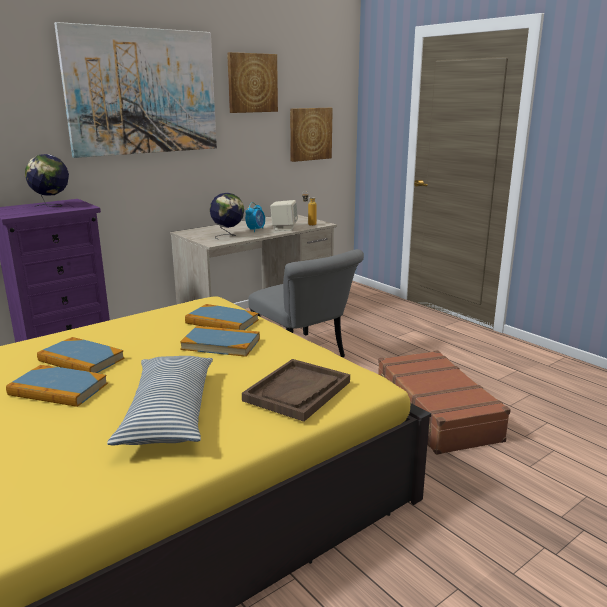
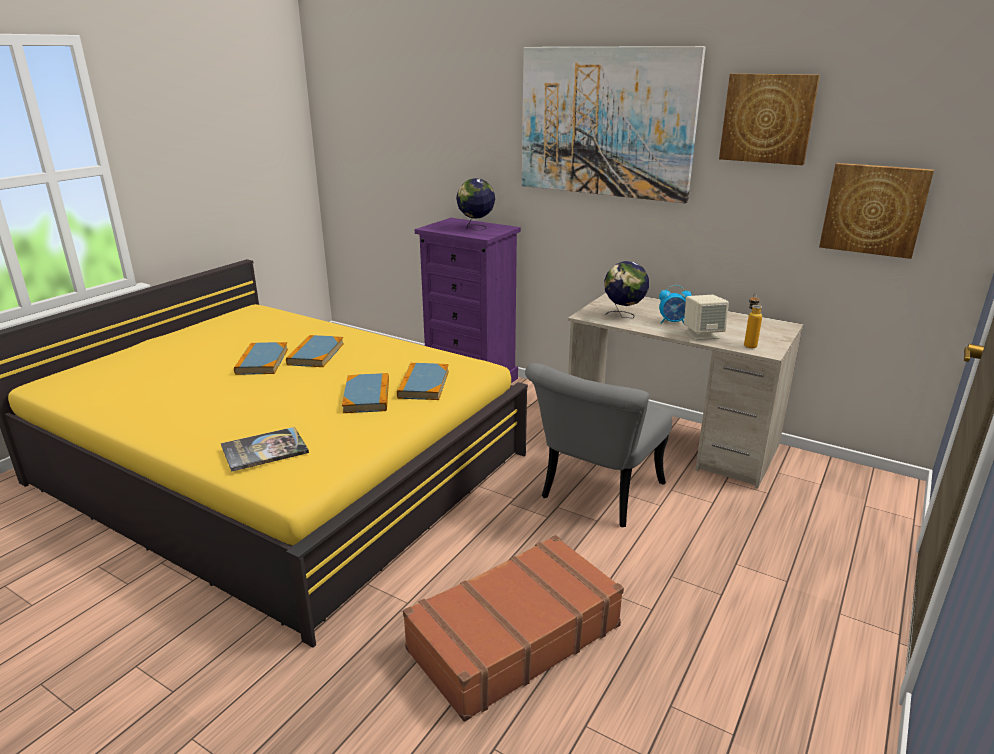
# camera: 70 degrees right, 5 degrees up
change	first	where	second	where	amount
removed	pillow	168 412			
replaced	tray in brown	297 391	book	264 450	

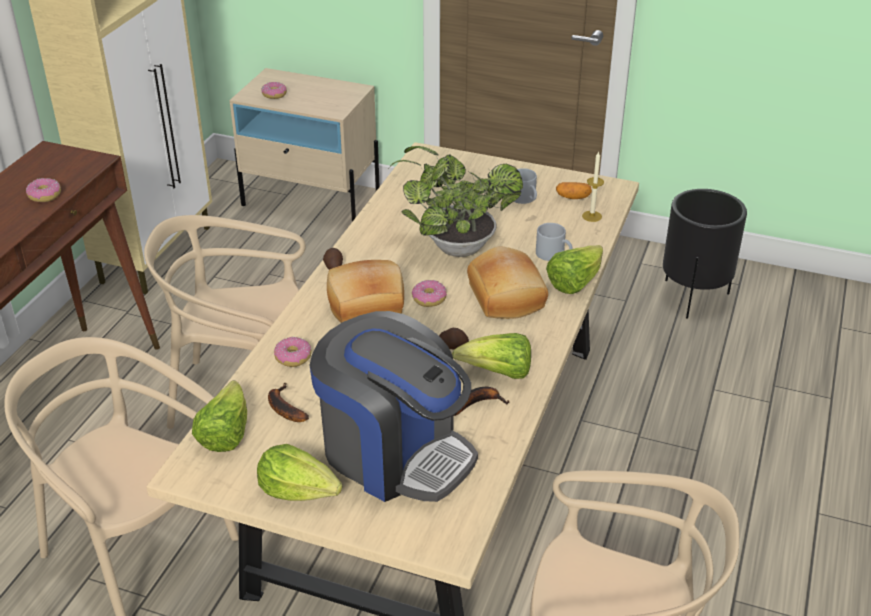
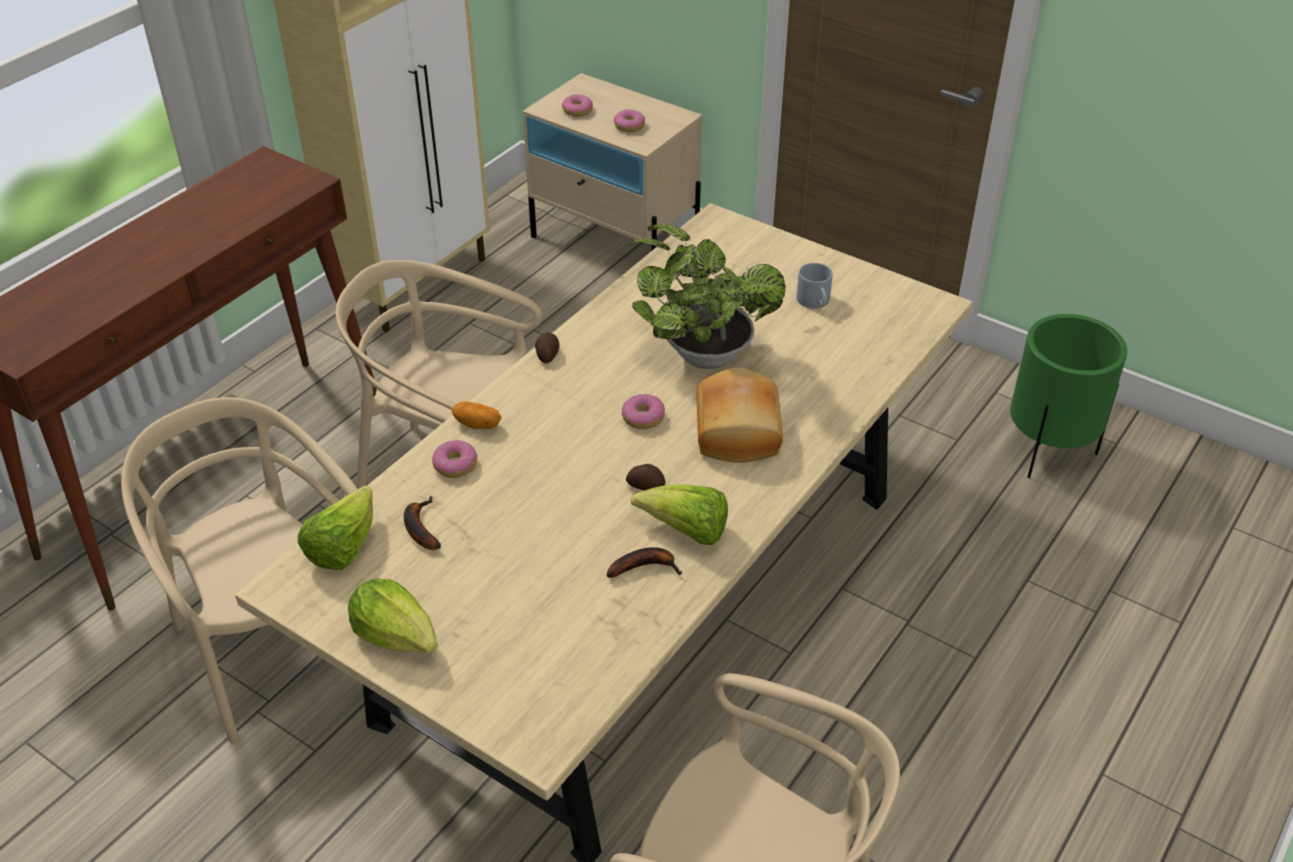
# camera: 15 degrees right, 5 degrees up
change	first	where	second	where	amount
moved	donut	44 195		629 126	
removed	coffee machine	395 453			
removed	bread	366 305			
removed	mug in grey	554 254			
removed	lettuce	574 283			
moved	potato	573 197		477 424	
removed	candle	592 216			
recoloured	planter in black	693 297	planter in green	1048 451	

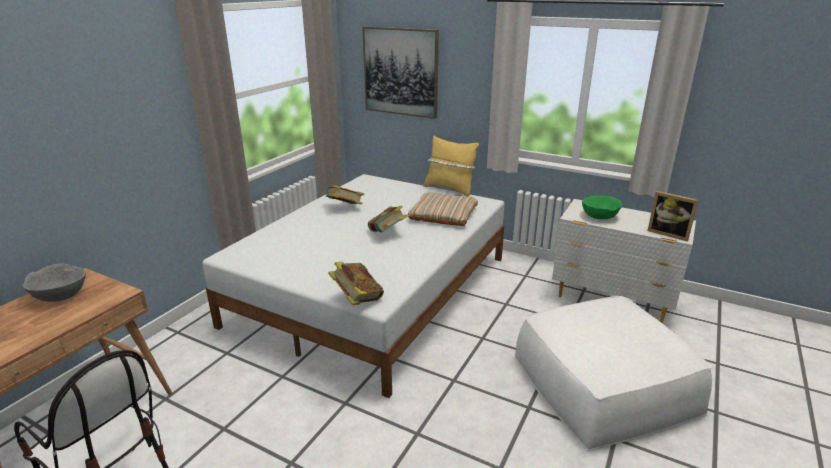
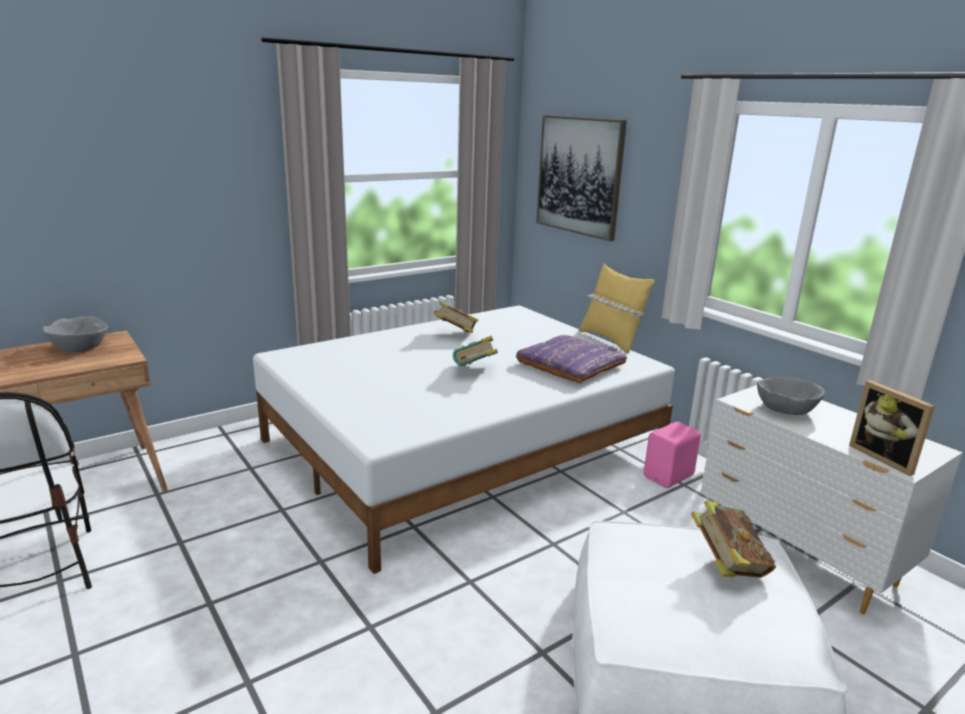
# camera: 25 degrees right, 5 degrees down
change	first	where	second	where	amount
moved	book	357 299		727 565	
recoloured	pillow in beige	443 214	pillow in purple	570 366	
recoloured	bowl in green	599 216	bowl in grey	785 409	
added			speaker in pink	670 476	

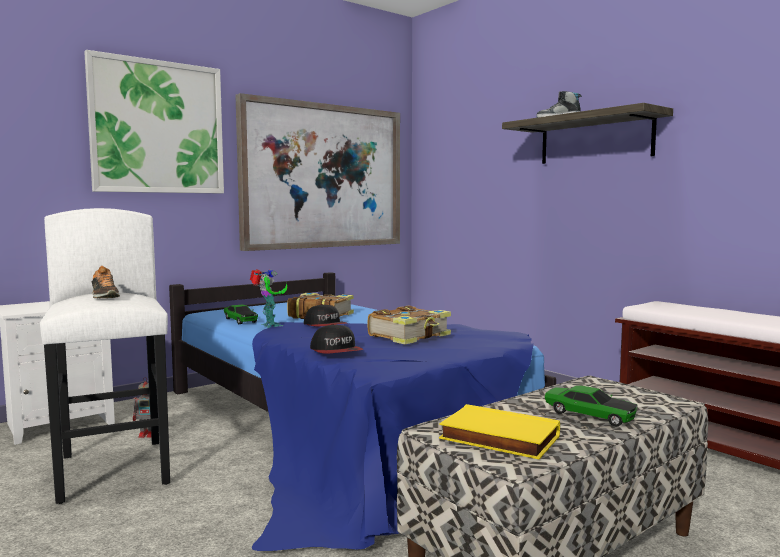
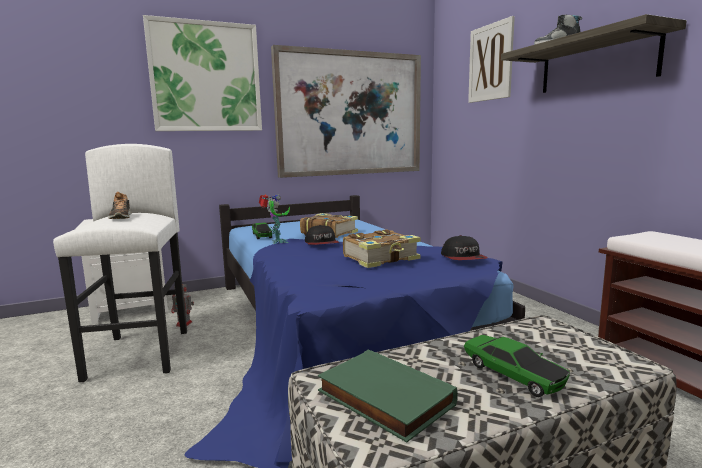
# camera: 15 degrees right, 5 degrees up
change	first	where	second	where	amount
moved	cap	336 351		463 258	
recoloured	book in yellow	497 438	book in green	382 399	
added			picture	490 62	

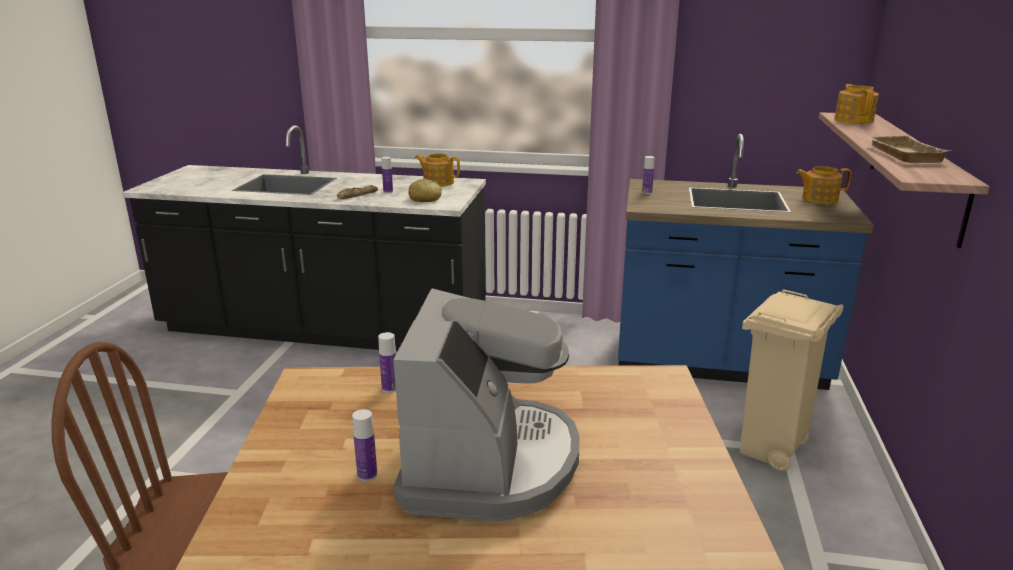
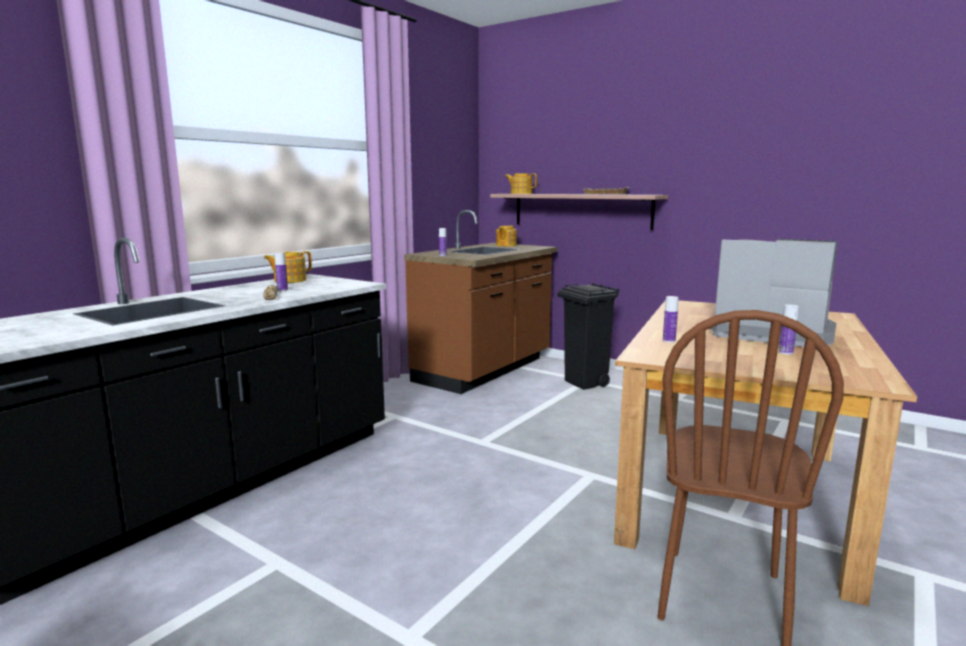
# camera: 65 degrees left, 10 degrees down
change	first	where	second	where	amount
removed	bread	425 199			
recoloured	counter in blue	718 364	counter in brown	485 370	
recoloured	trash can in beige	771 451	trash can in black	585 383	

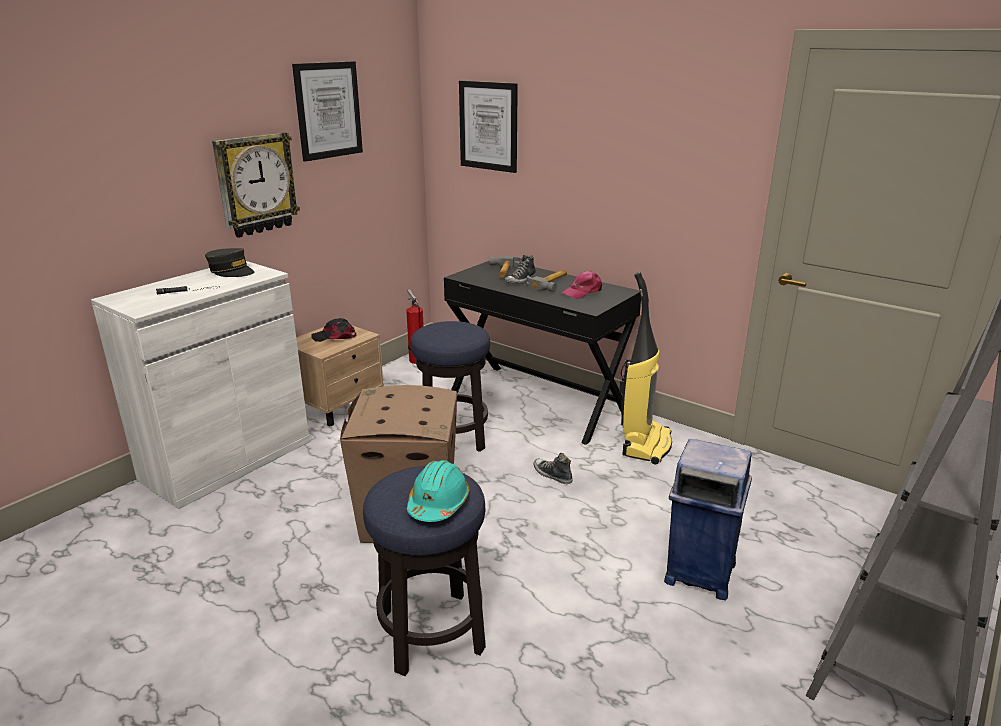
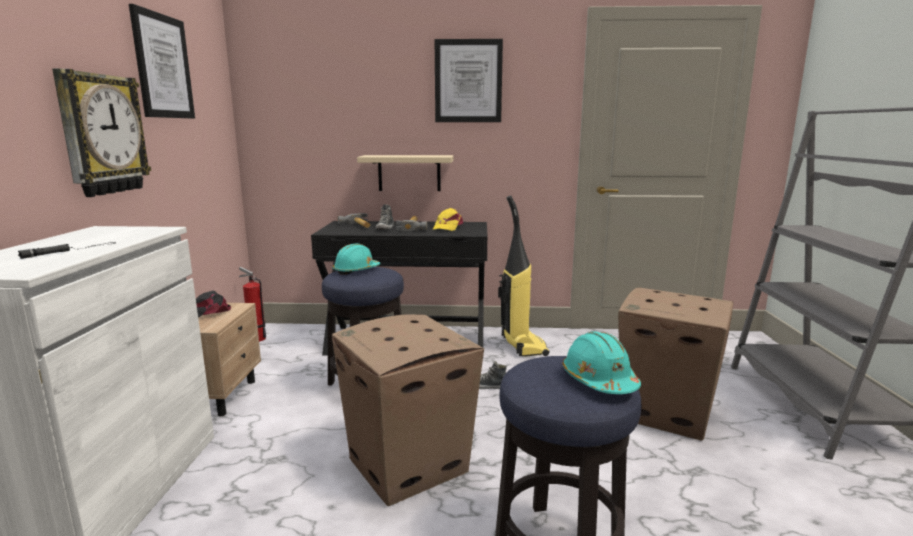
# camera: 35 degrees left, 10 degrees down
change	first	where	second	where	amount
removed	cap in grey	231 271			
moved	picture	488 126		468 81	
recoloured	cap in pink	582 292	cap in yellow	447 227	
replaced	trash can in blue	698 572	cardboard box	667 412	
added			hard hat in turquoise	356 270	
added			shelf in beige	409 173	

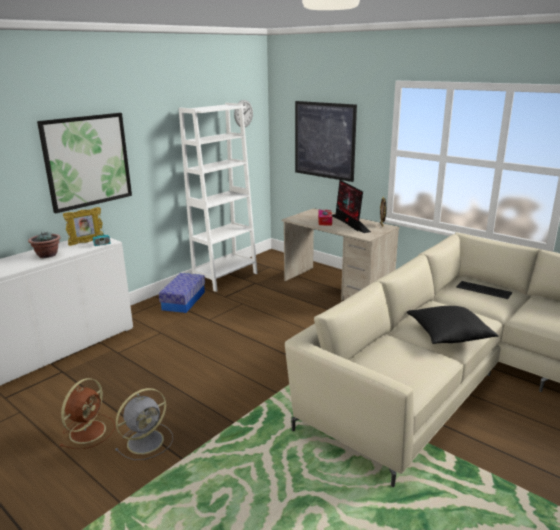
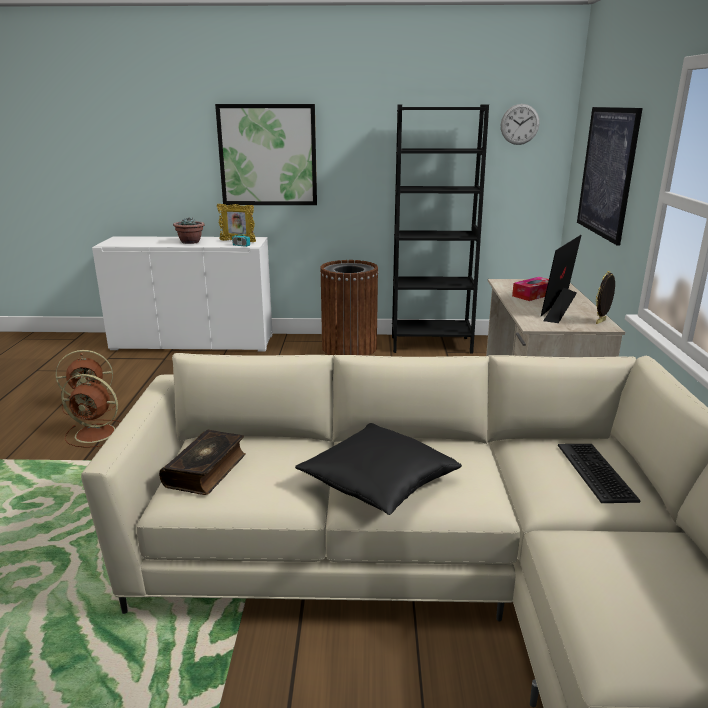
# camera: 50 degrees right, 0 degrees up
change	first	where	second	where	amount
recoloured	fan in grey	147 441	fan in brown	97 433	
replaced	storage box	183 301	trash can in brown	349 348	
recoloured	bookcase in white	225 278	bookcase in black	431 344	
added			book	207 470	

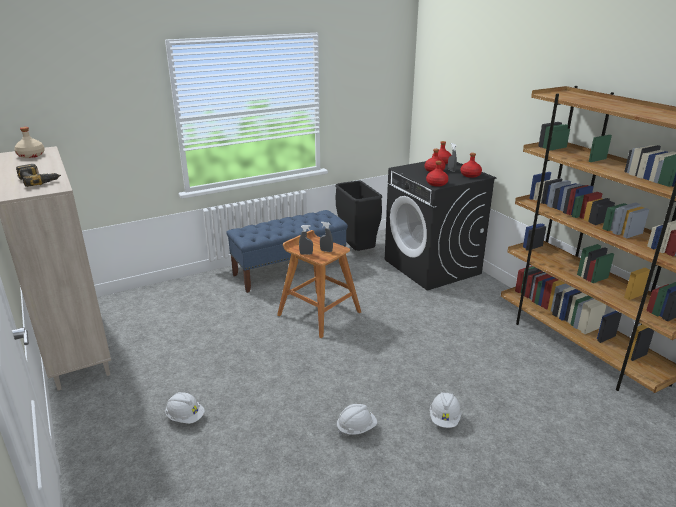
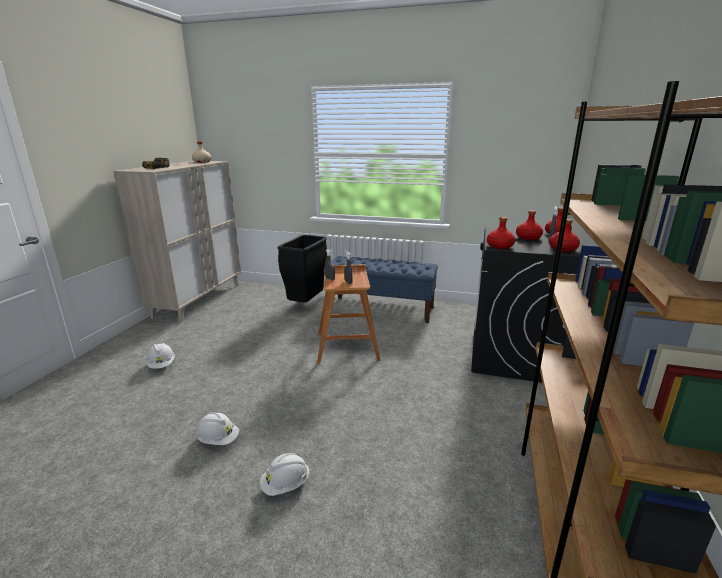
# camera: 45 degrees right, 5 degrees down
change	first	where	second	where	amount
moved	trash can in black	357 251		306 304	

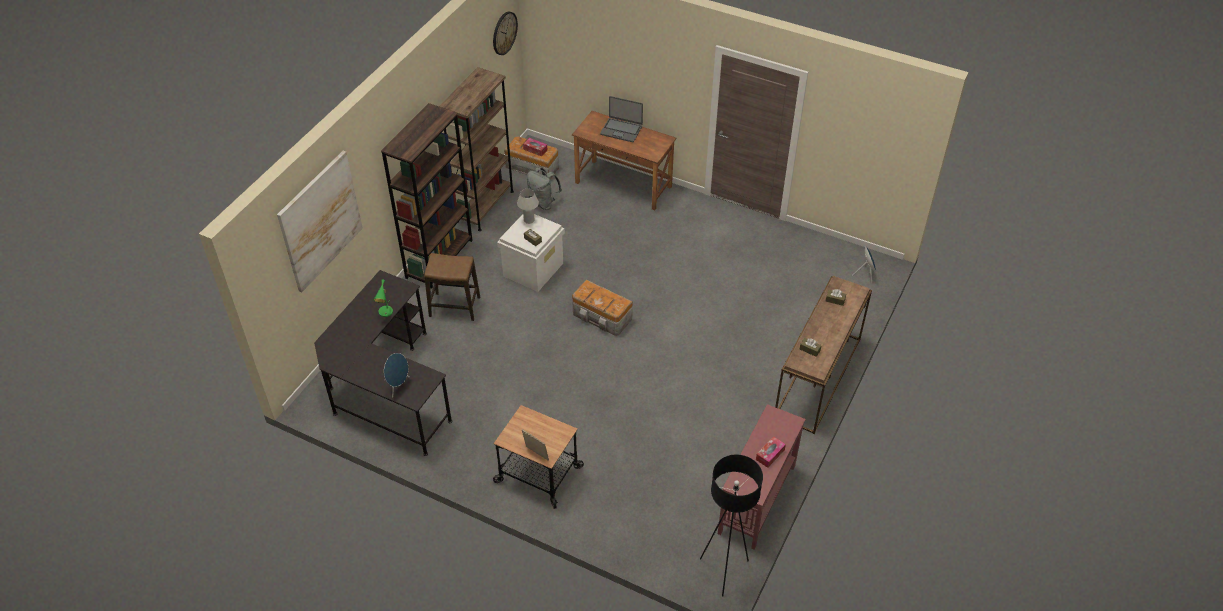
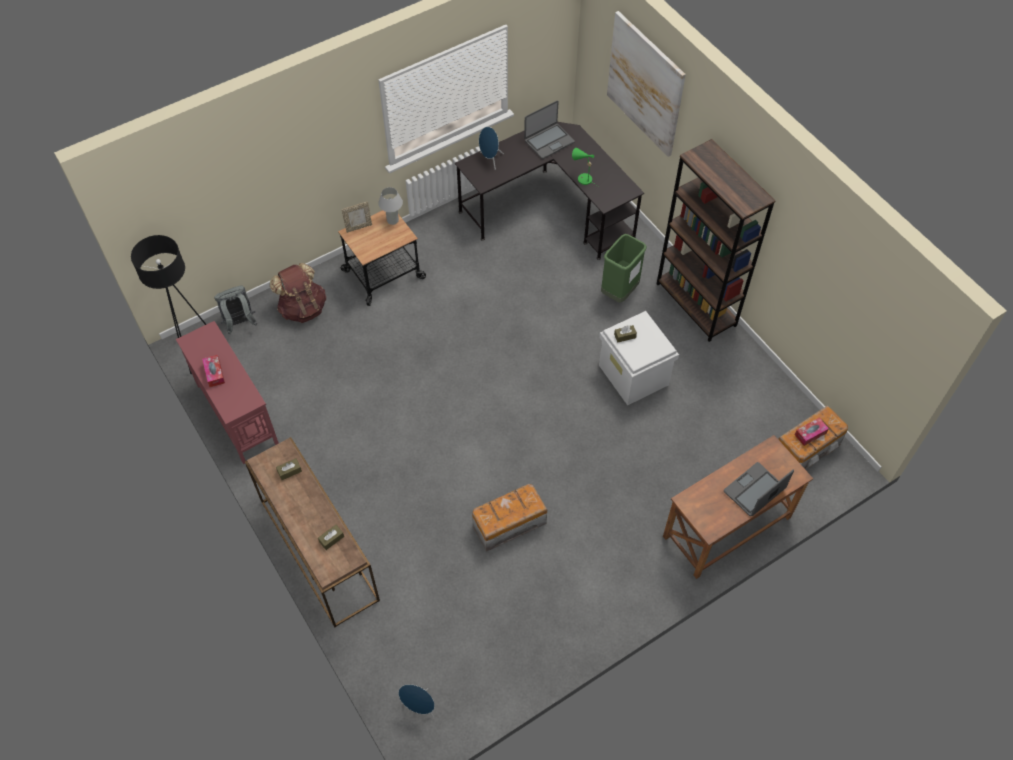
# camera: 120 degrees right, 10 degrees up
change	first	where	second	where	amount
replaced	stool	455 307	trash can in green	619 292	
removed	bookcase in brown	485 206			
removed	wall clock	504 33			
moved	table lamp in white	529 220		392 220	
moved	backpack in grey	543 203		240 323	
moved	storage box	602 317		508 524	
added			backpack in brown	303 308	
added			laptop	549 141	

